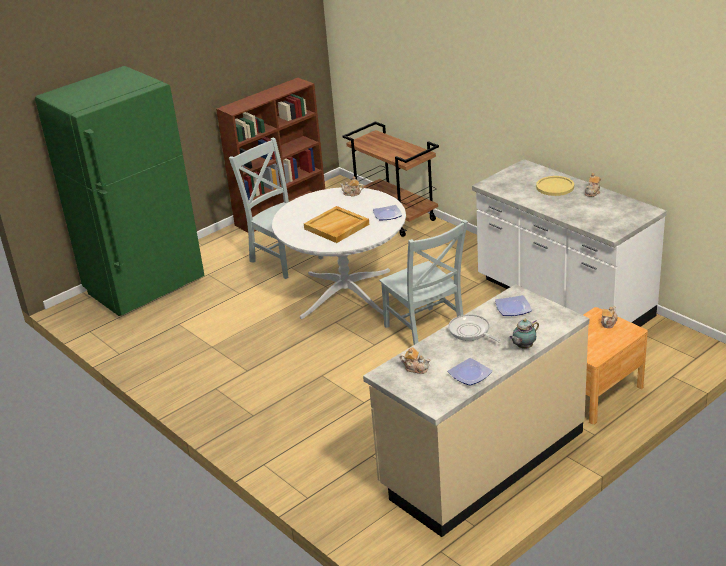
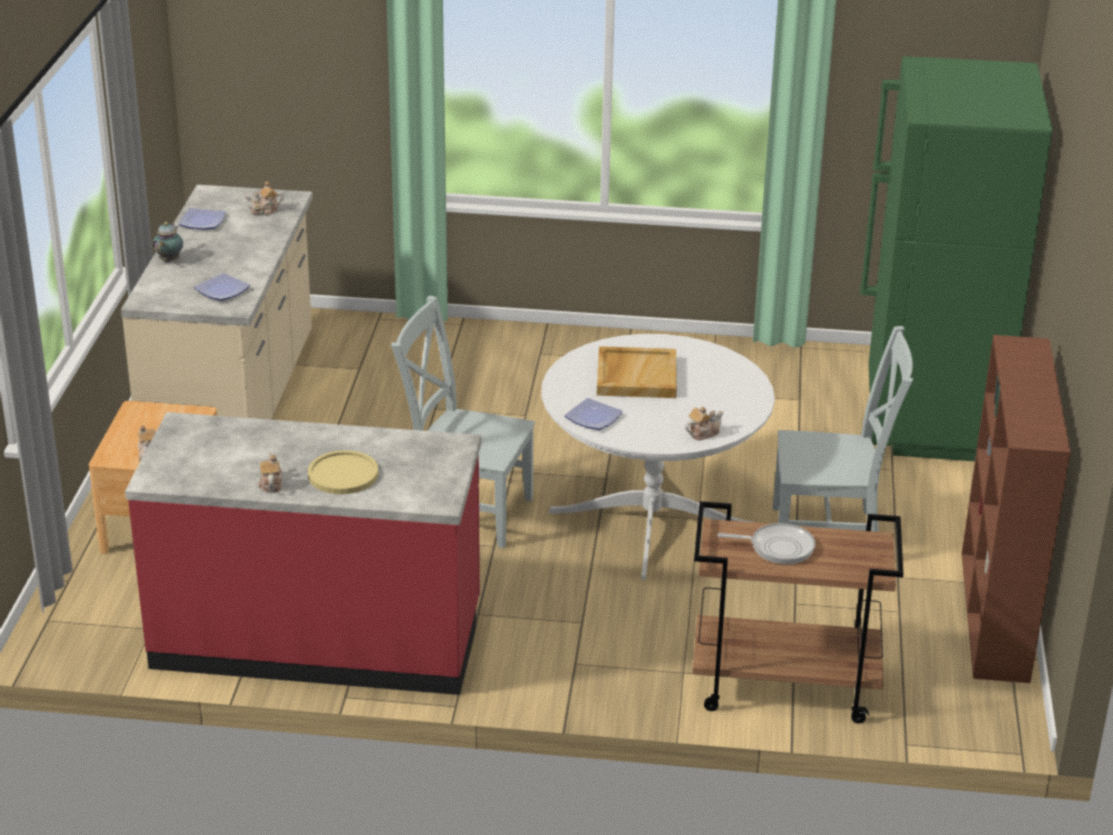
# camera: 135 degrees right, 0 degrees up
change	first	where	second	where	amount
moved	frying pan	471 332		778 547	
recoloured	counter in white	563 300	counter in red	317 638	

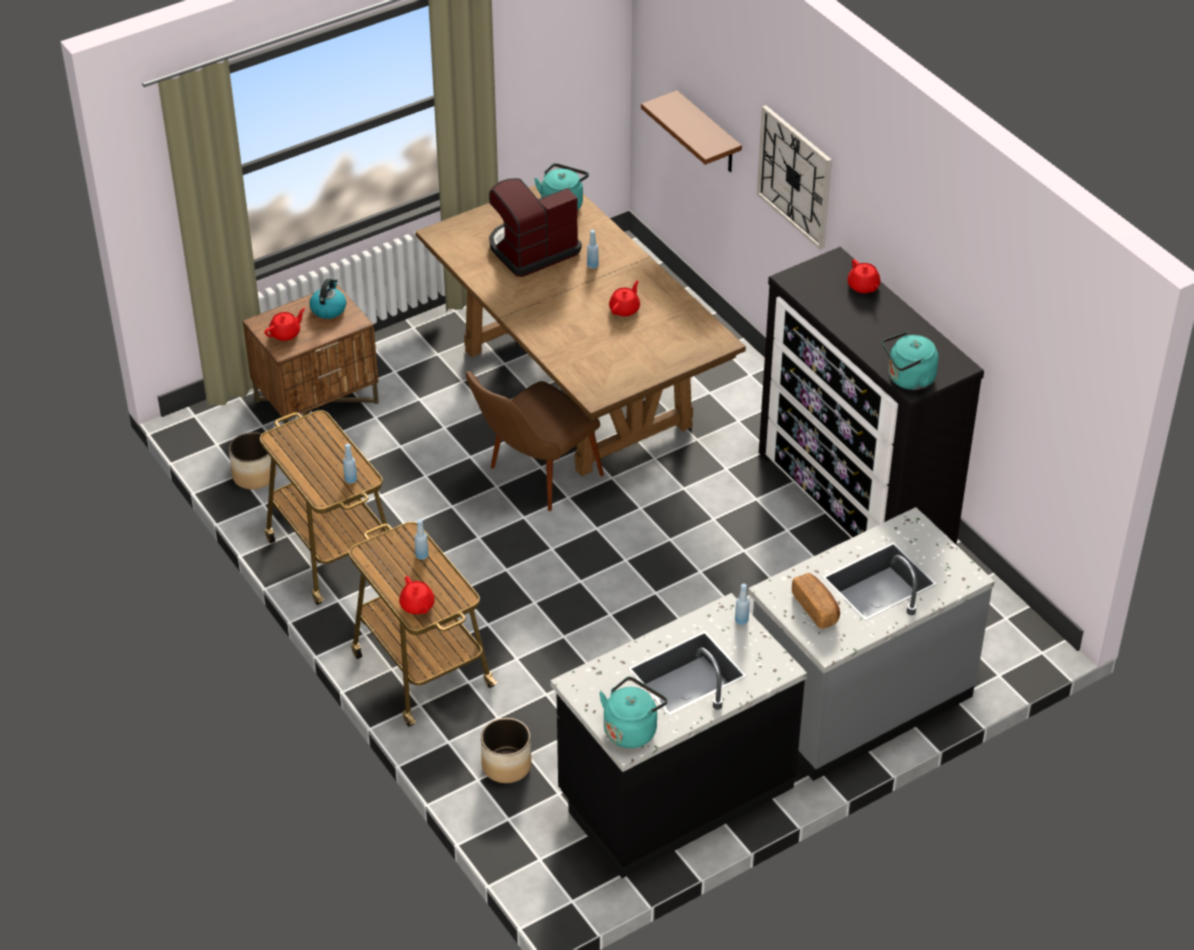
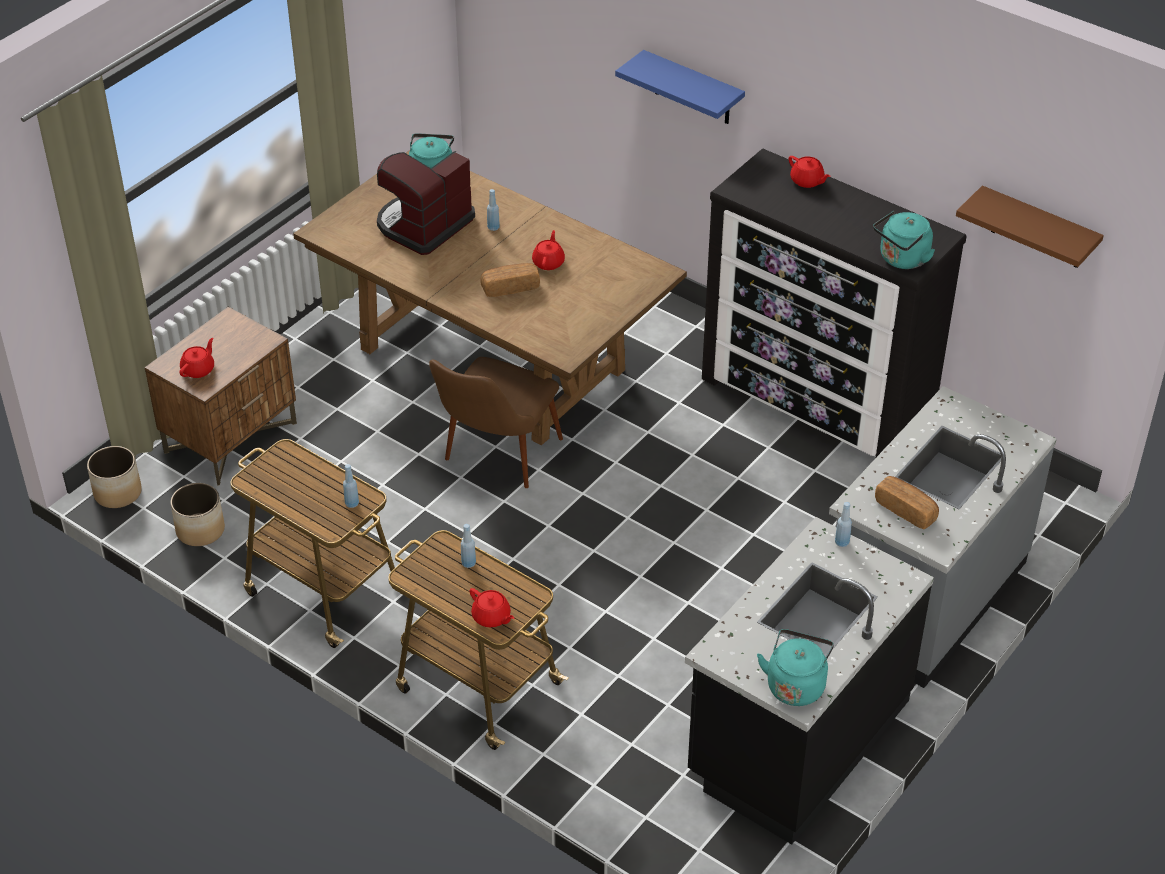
# camera: 20 degrees left, 0 degrees up
change	first	where	second	where	amount
removed	kettle	328 309			
moved	planter	506 765		117 492	
moved	shelf in brown	708 134		1038 229	
replaced	wall clock	795 176	shelf in blue	692 89	
added			bread	510 287	

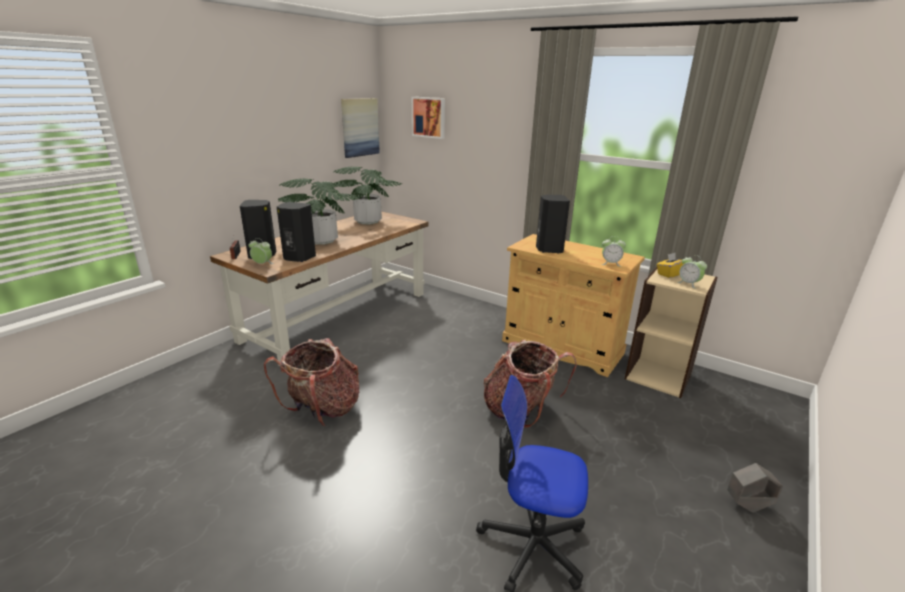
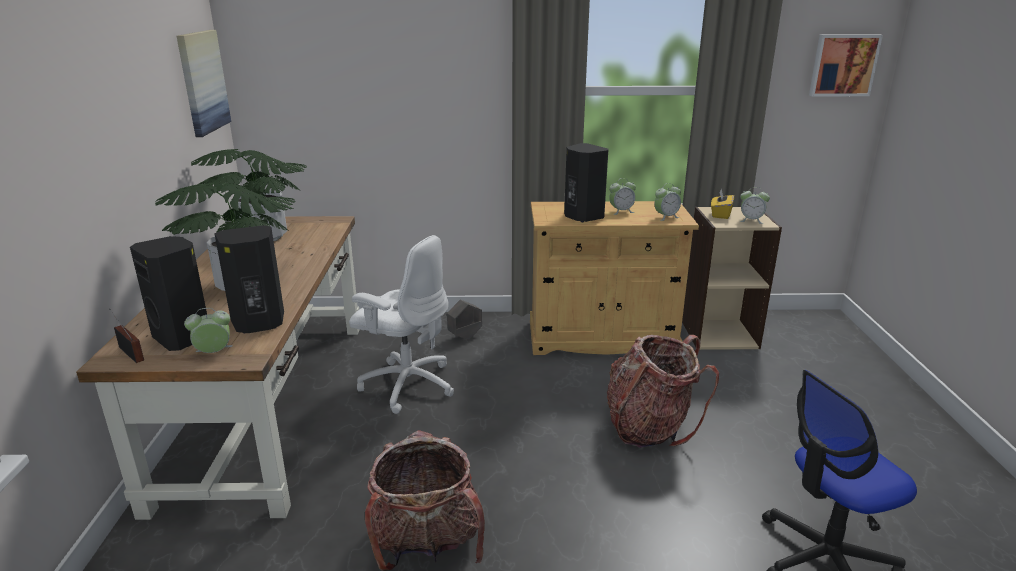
# camera: 35 degrees left, 0 degrees up
change	first	where	second	where	amount
moved	picture	429 117		843 65	
moved	planter in grey	747 505		465 337	
added			office chair in white	407 384	
added			alarm clock	621 211	

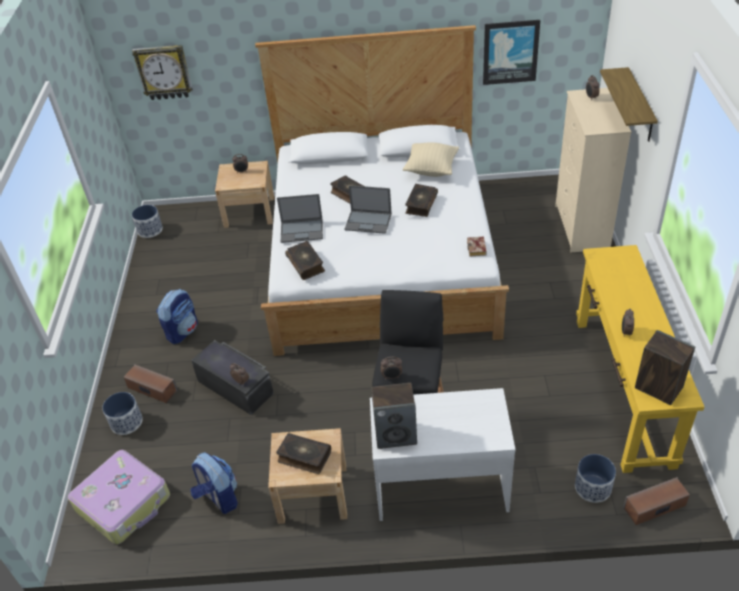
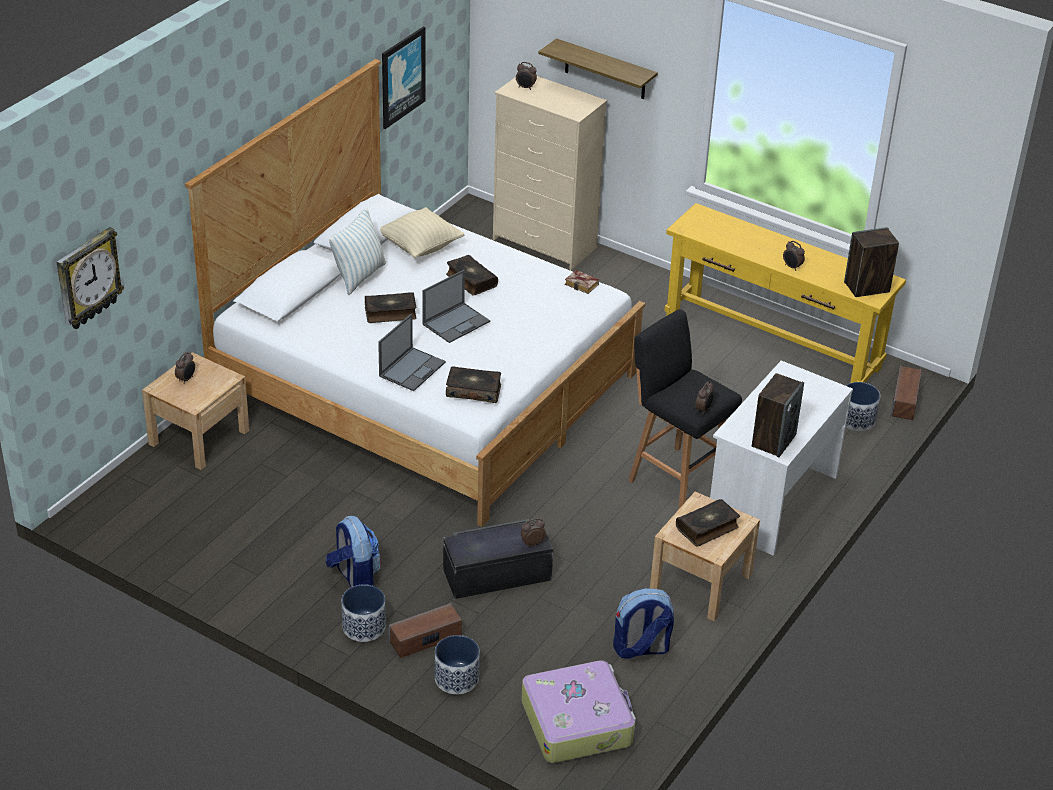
# camera: 60 degrees left, 5 degrees down
change	first	where	second	where	amount
moved	planter	150 230		363 627	
added			pillow	359 276	

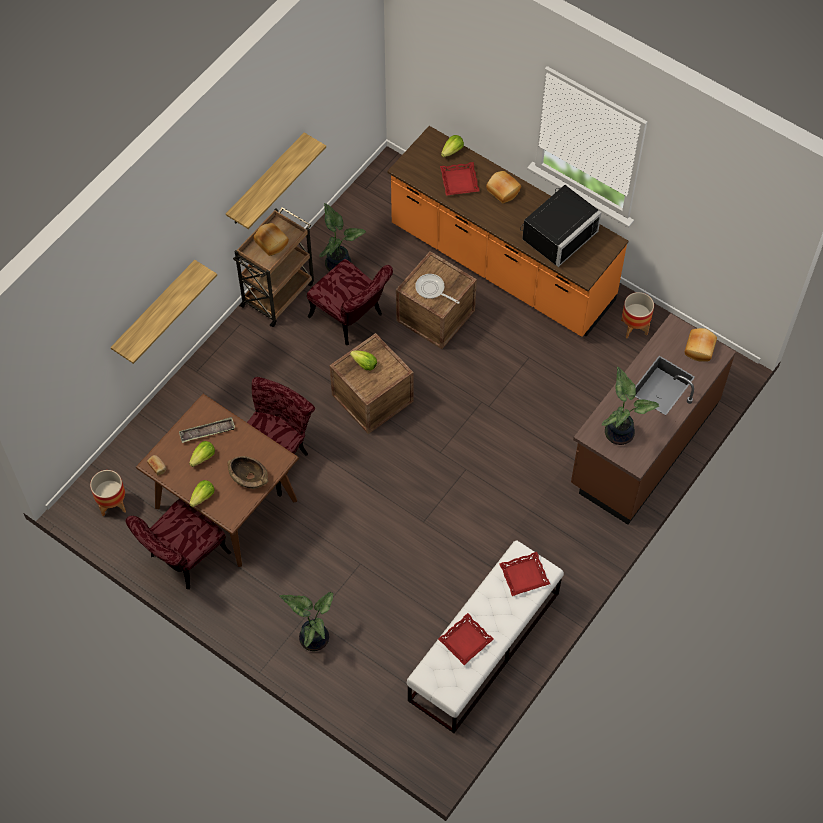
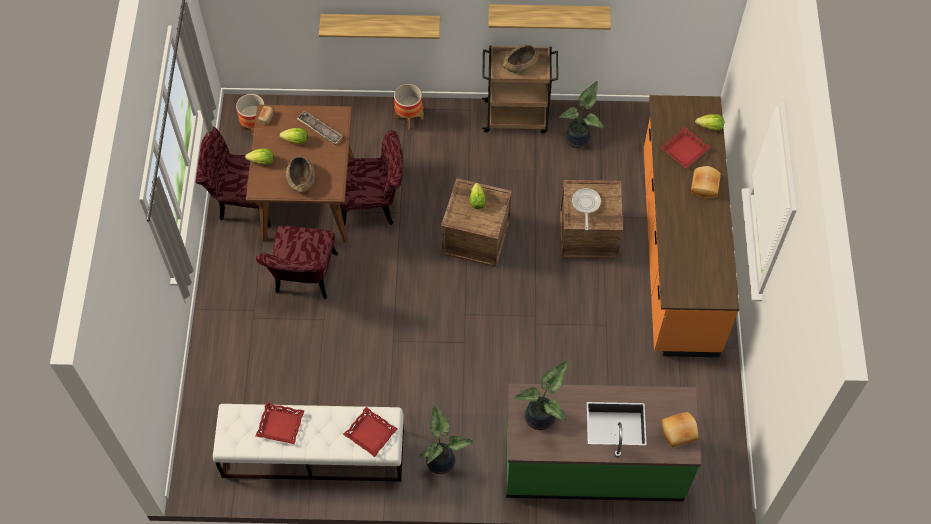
# camera: 55 degrees right, 0 degrees up
change	first	where	second	where	amount
replaced	bread	272 242	bowl in brown	520 65	
moved	potted plant	313 636		442 460	
moved	chair in red	351 319		304 280	
removed	microwave in black	556 233			
recoloured	counter in brown	643 444	counter in green	593 463	
moved	planter	634 327		409 118	

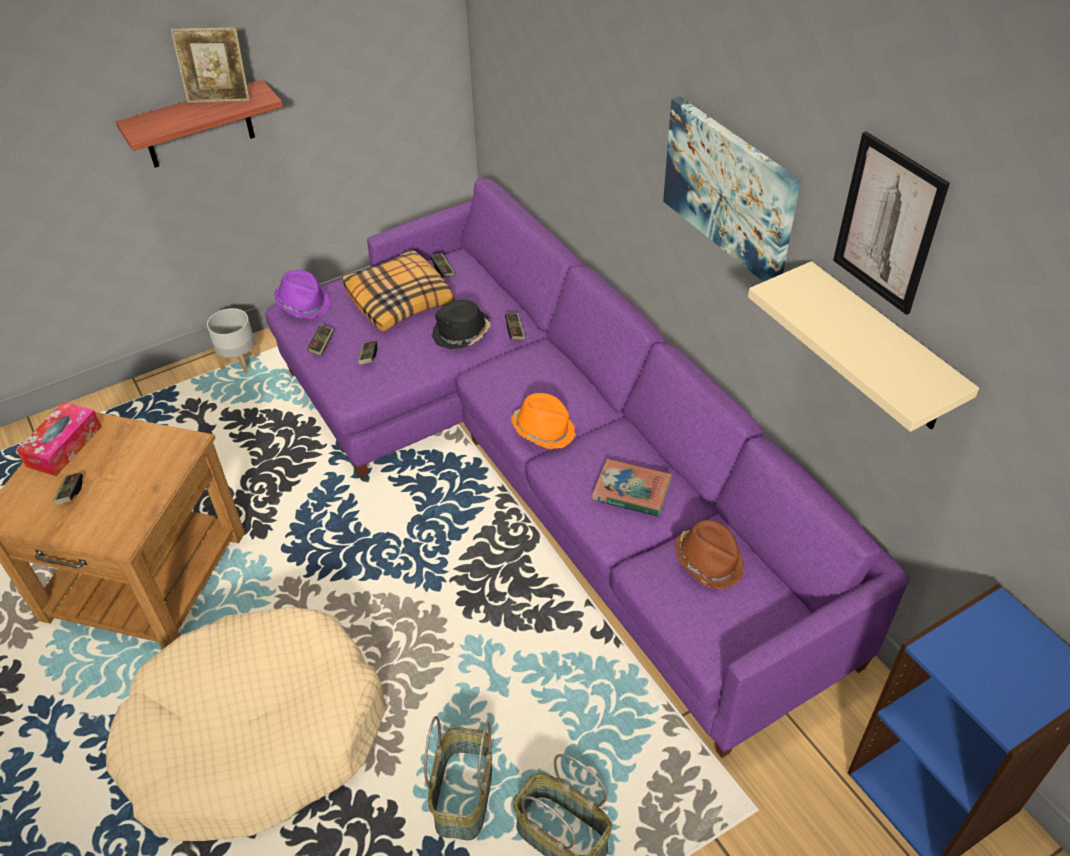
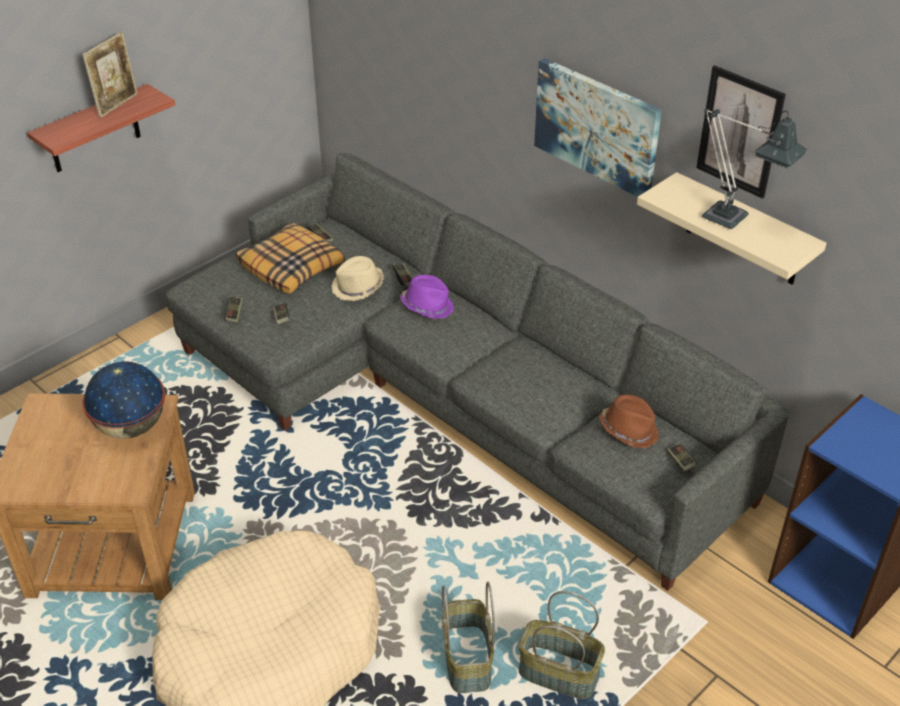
# camera: 15 degrees left, 5 degrees down
change	first	where	second	where	amount
removed	tissue box	64 446			
moved	game controller	70 493		680 461	
turned	picture frame	220 100		117 105	45 degrees counterclockwise
removed	planter in grey	240 362			
recoloured	sofa in purple	546 463	sofa in grey	448 392	
moved	hat in purple	304 304		427 306	
recoloured	hat in black	461 334	hat in beige	358 287	
removed	hat in orange	544 430			
removed	book	631 491			
added			globe	131 427	
added			table lamp	734 221	

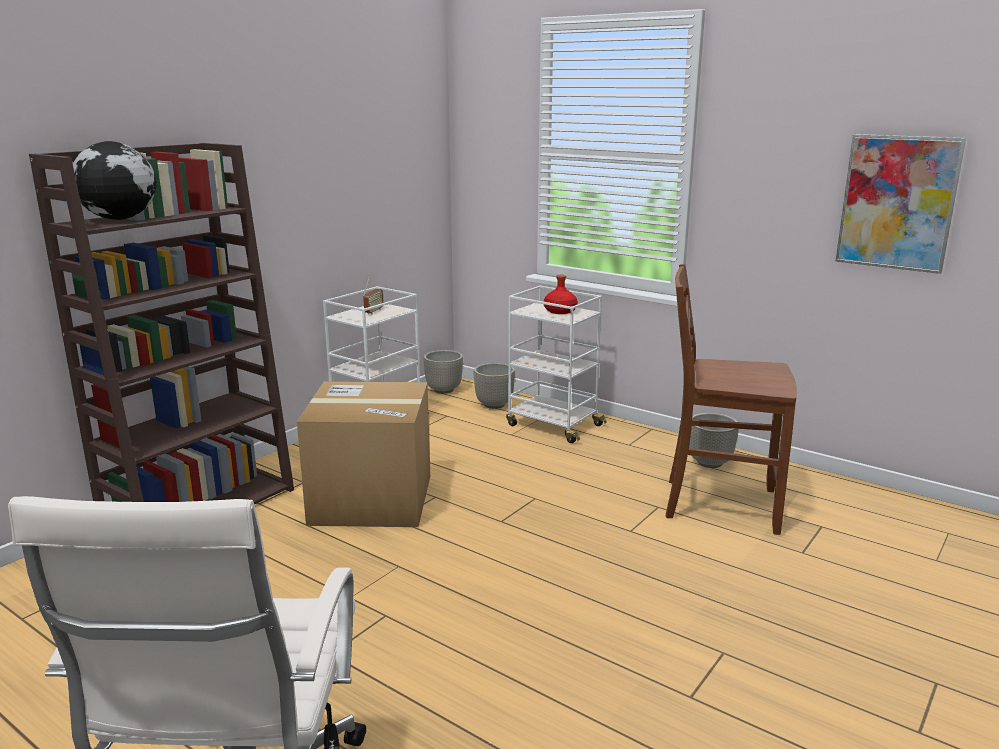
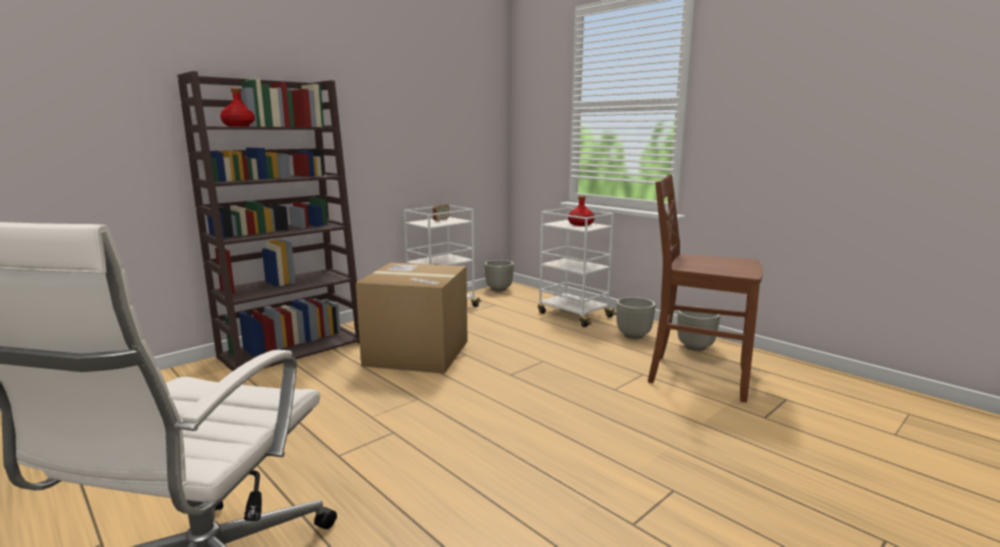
# camera: 10 degrees right, 5 degrees down
change	first	where	second	where	amount
replaced	globe	120 219	bottle in red	240 126	
moved	planter in grey	494 405		633 335	
removed	picture	897 202			

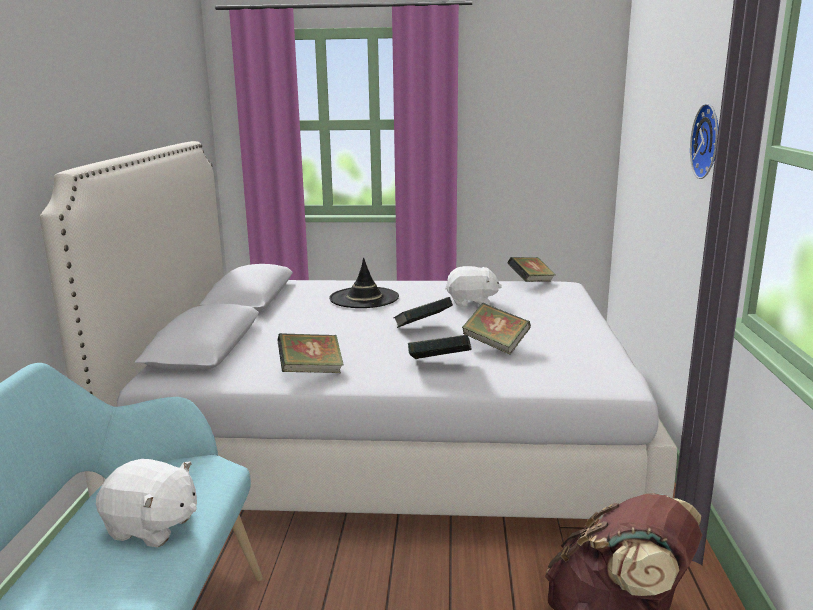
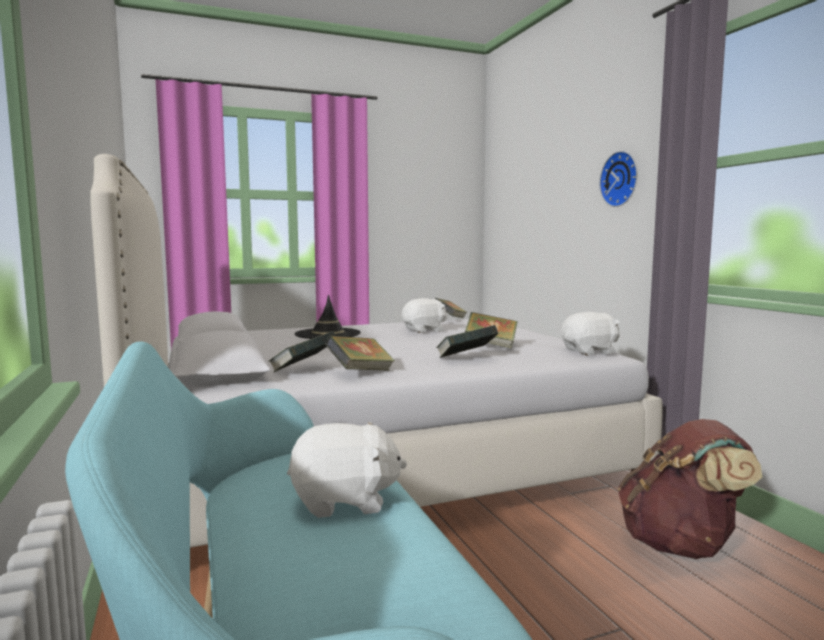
# camera: 25 degrees left, 10 degrees down
change	first	where	second	where	amount
moved	book	422 328		303 370	
added			plush toy in white	590 352	

